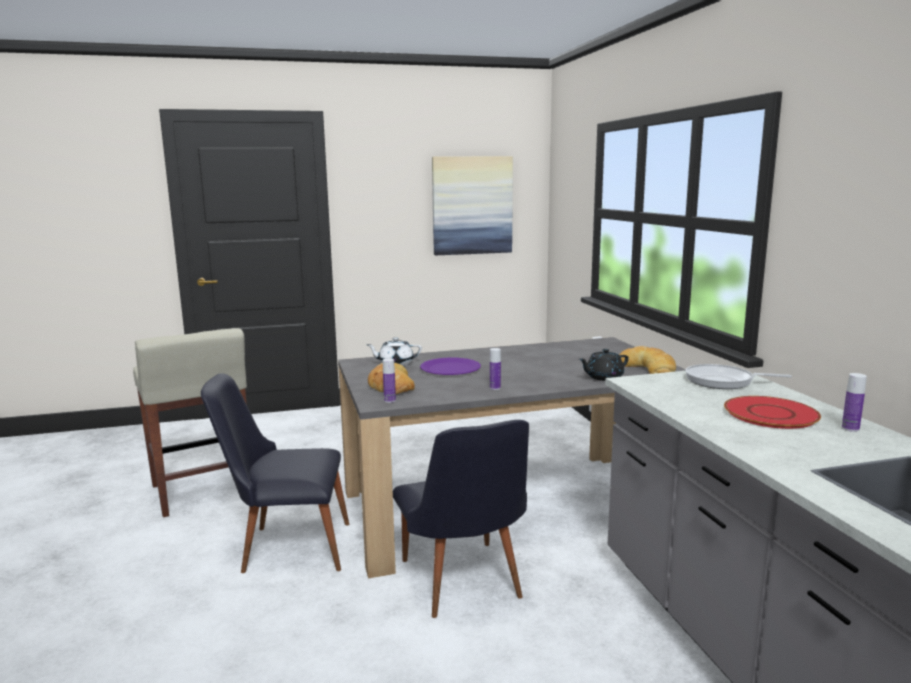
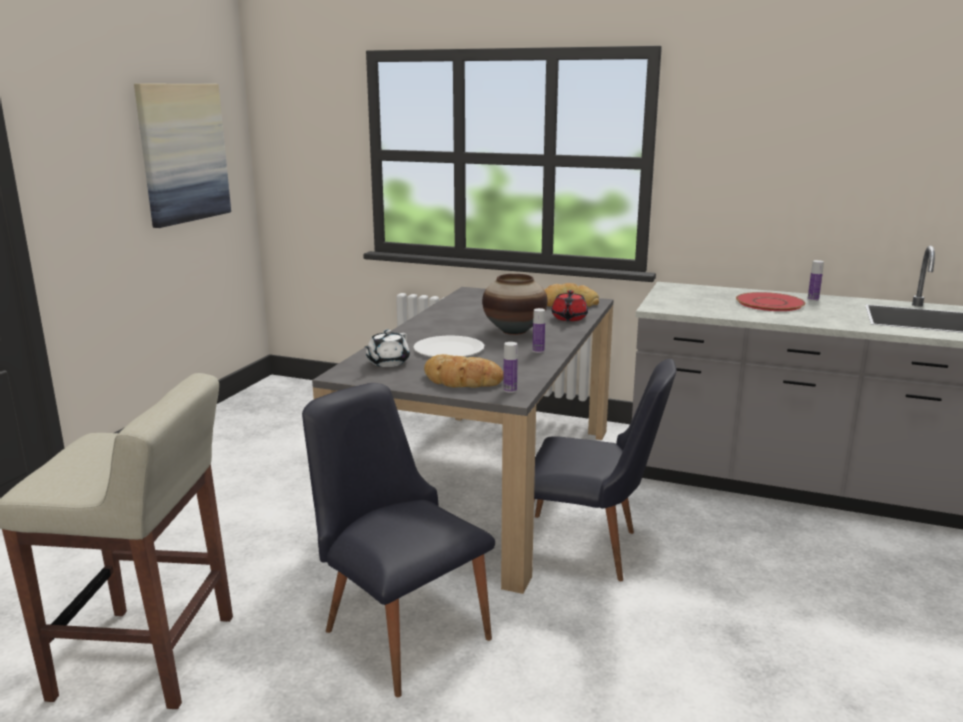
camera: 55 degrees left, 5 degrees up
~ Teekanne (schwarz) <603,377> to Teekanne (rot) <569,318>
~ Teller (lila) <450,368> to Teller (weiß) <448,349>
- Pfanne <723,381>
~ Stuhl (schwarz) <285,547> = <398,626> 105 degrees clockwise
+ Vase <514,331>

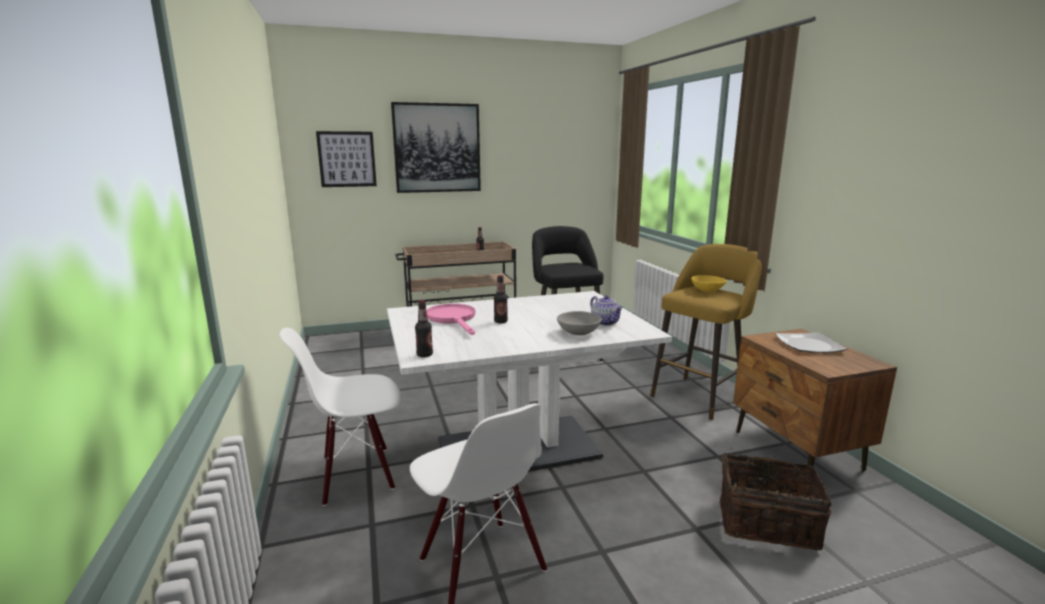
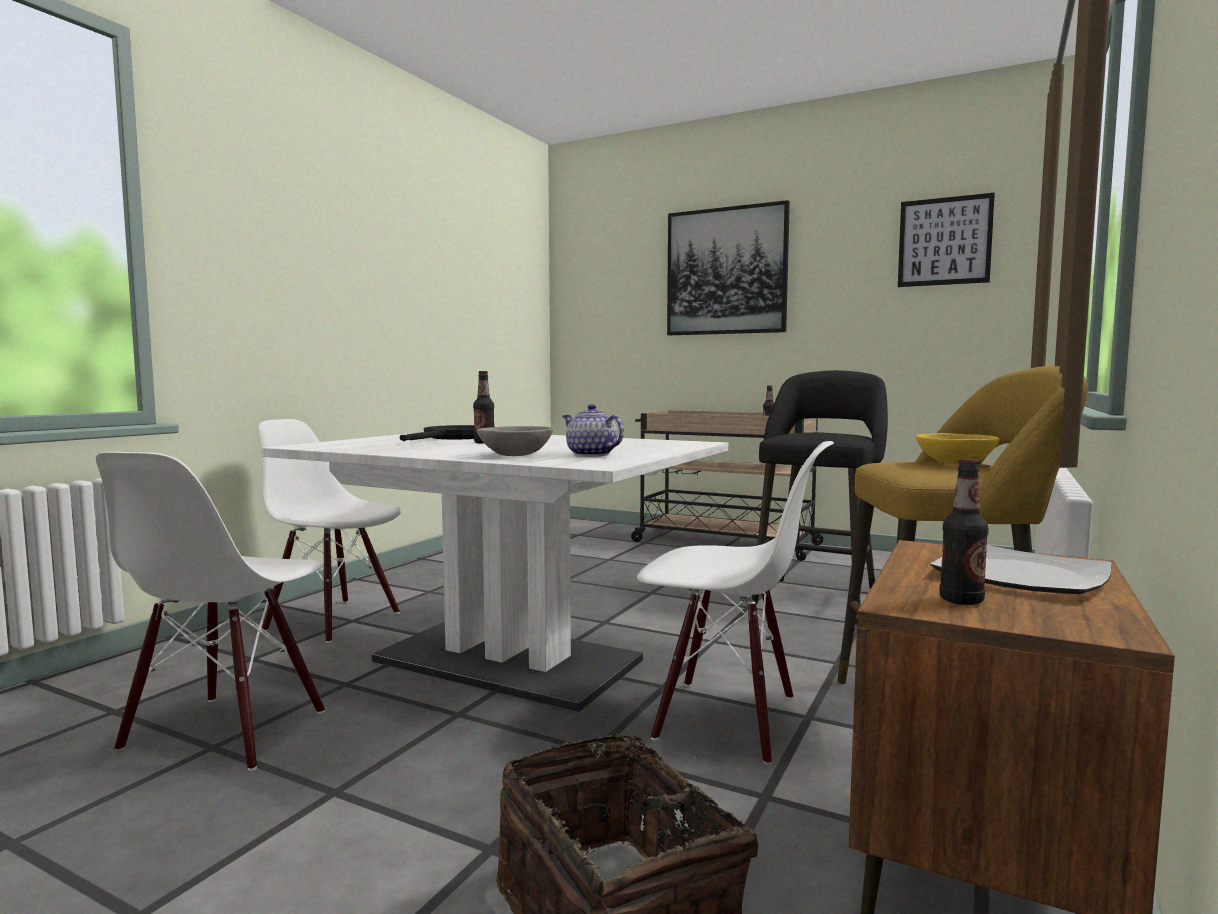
camera: 45 degrees right, 10 degrees down
~ Bild <347,159> to <944,241>
~ Teekanne <606,322> = <590,455> 120 degrees clockwise
~ Flasche <424,355> to <961,600>
~ Pfanne (rosa) <453,319> to Pfanne (schwarz) <454,438>
+ Stuhl (weiß) <726,718>

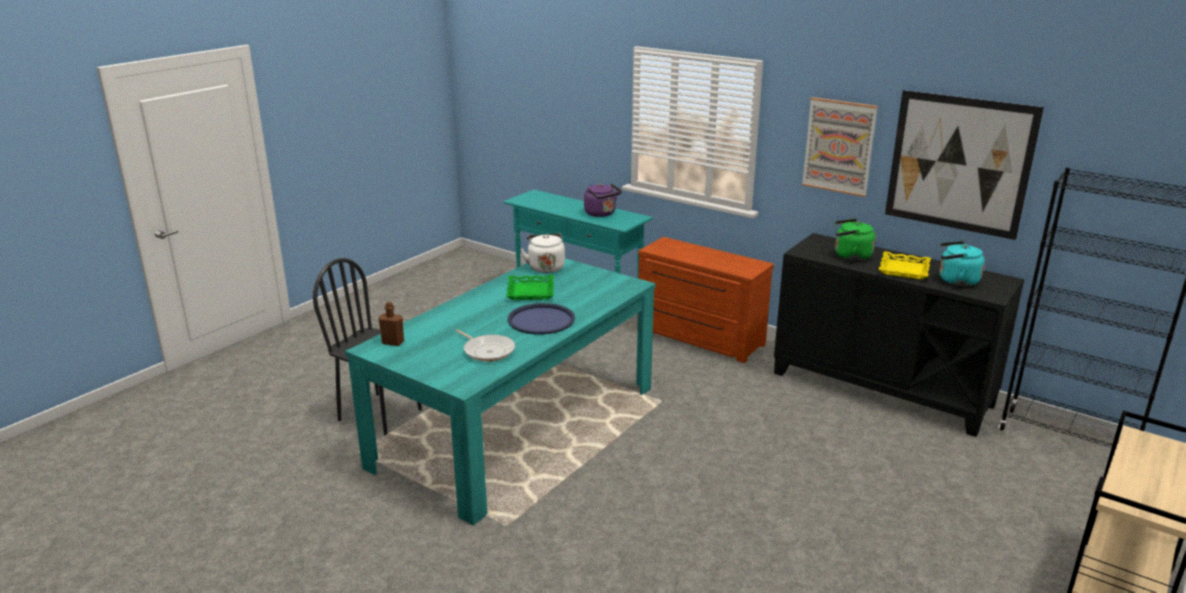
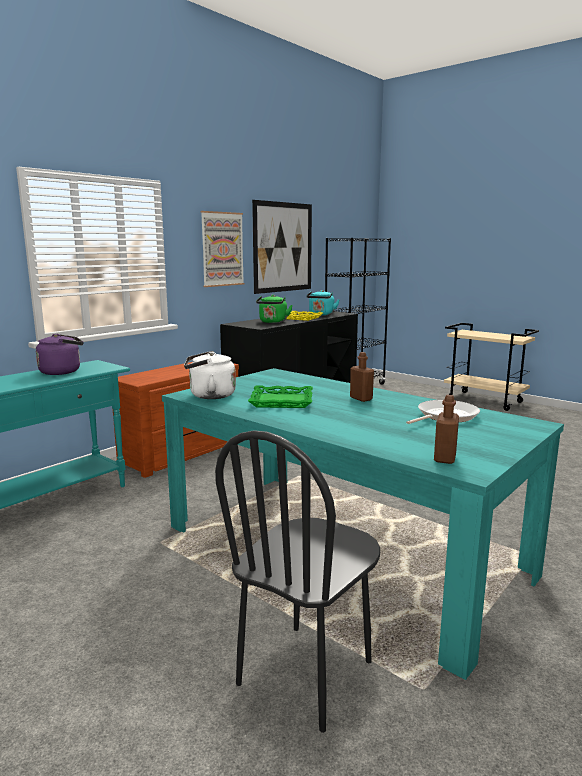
camera: 85 degrees left, 10 degrees down
~ Tablett (blau) <541,320> to Flasche (braun) <361,398>

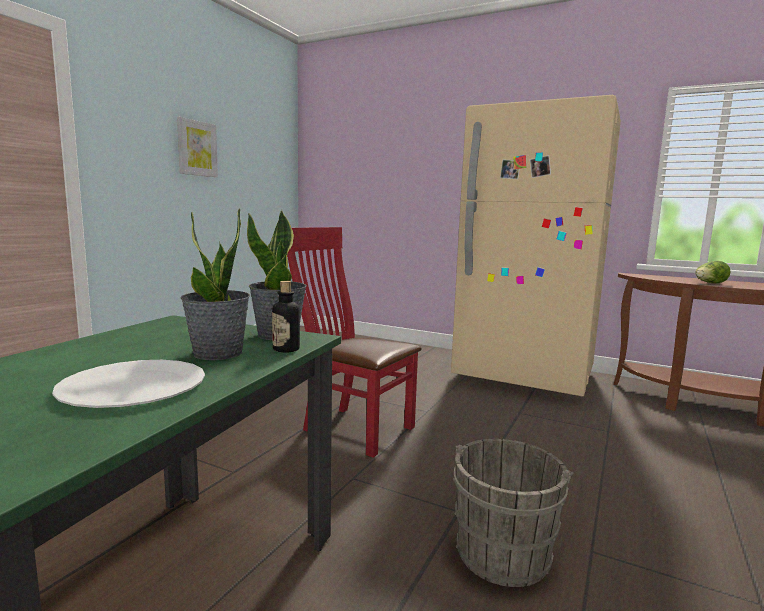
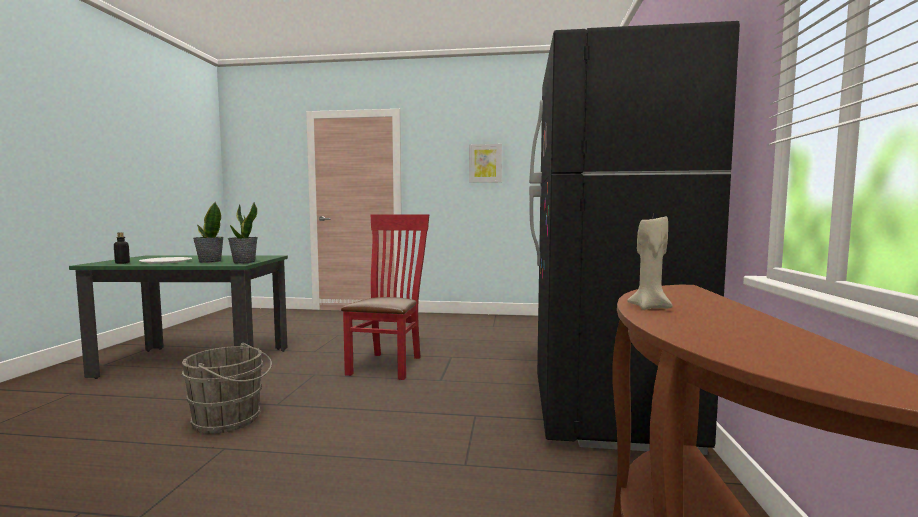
camera: 70 degrees right, 5 degrees down
~ Kühlschrank (beige) <524,376> to Kühlschrank (schwarz) <608,413>
~ Salatkopf <709,283> to Kerze (beige) <649,307>
~ Flasche <286,349> to <122,263>

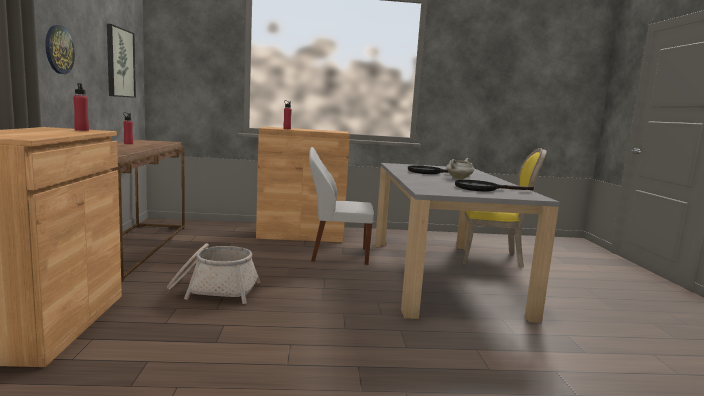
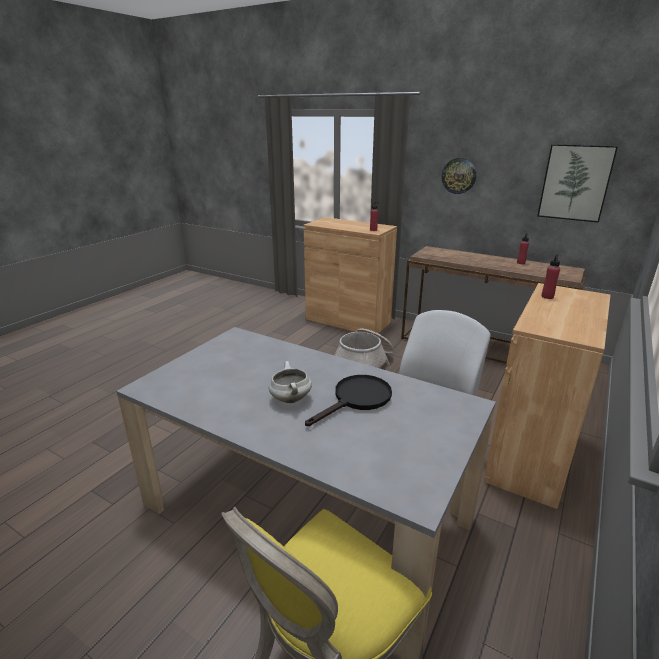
camera: 125 degrees right, 15 degrees up
- Pfanne (schwarz) <482,188>

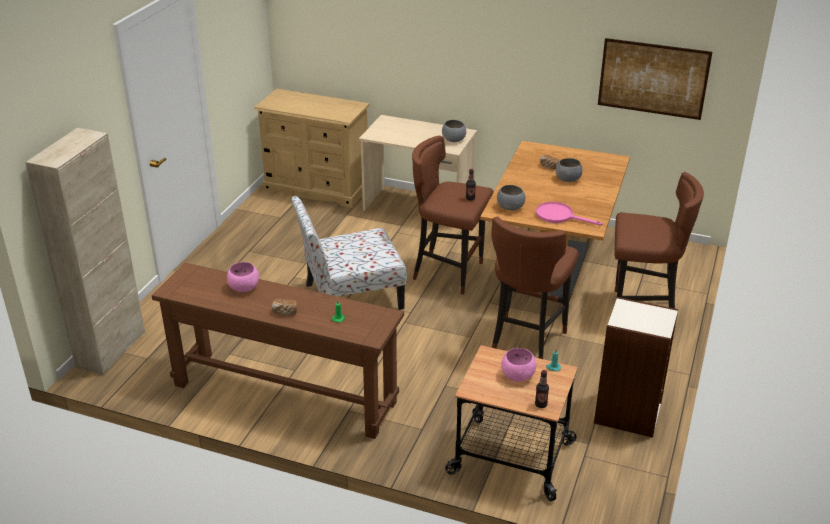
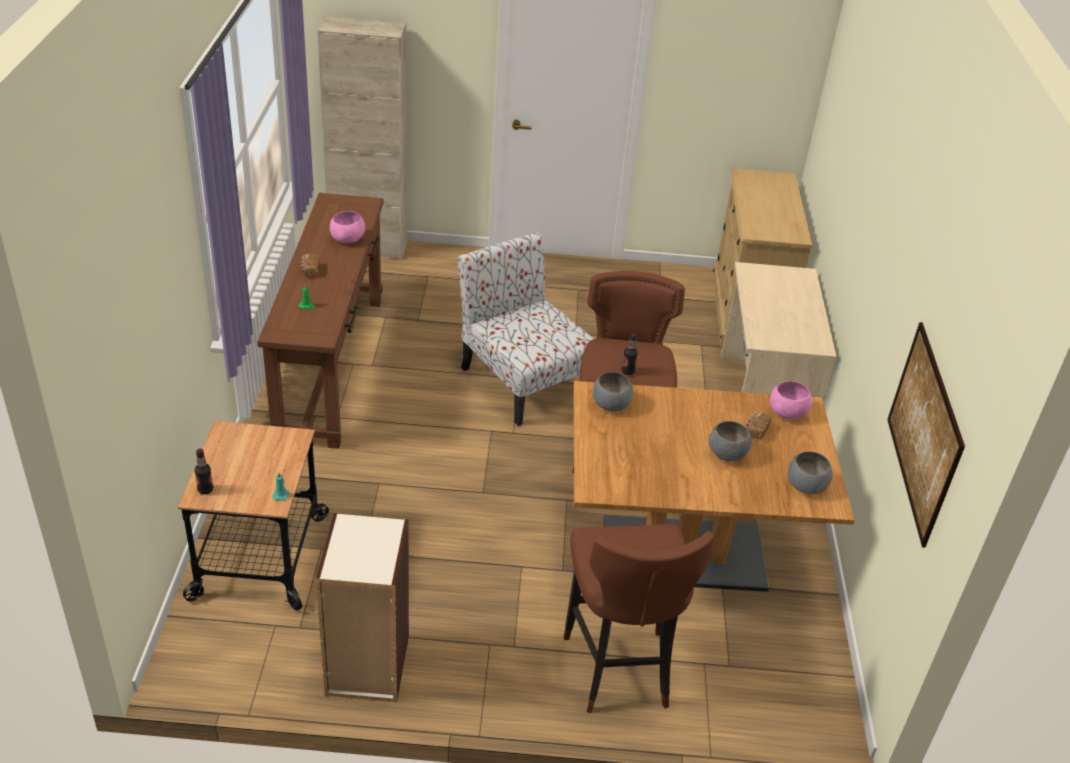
camera: 70 degrees right, 5 degrees up
~ Schüssel (grau) <454,140> to <805,486>
- Pfanne (rosa) <559,216>
- Hocker (braun) <526,340>
~ Schüssel (rosa) <517,375> to <786,412>

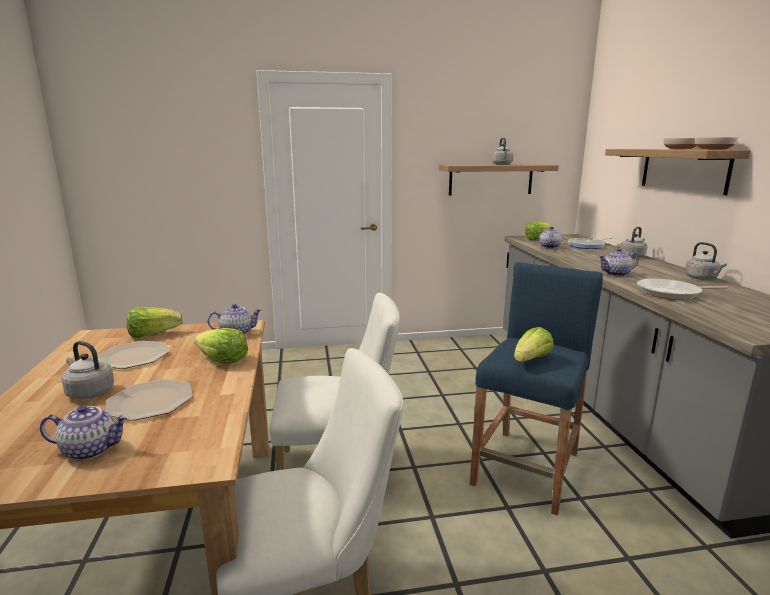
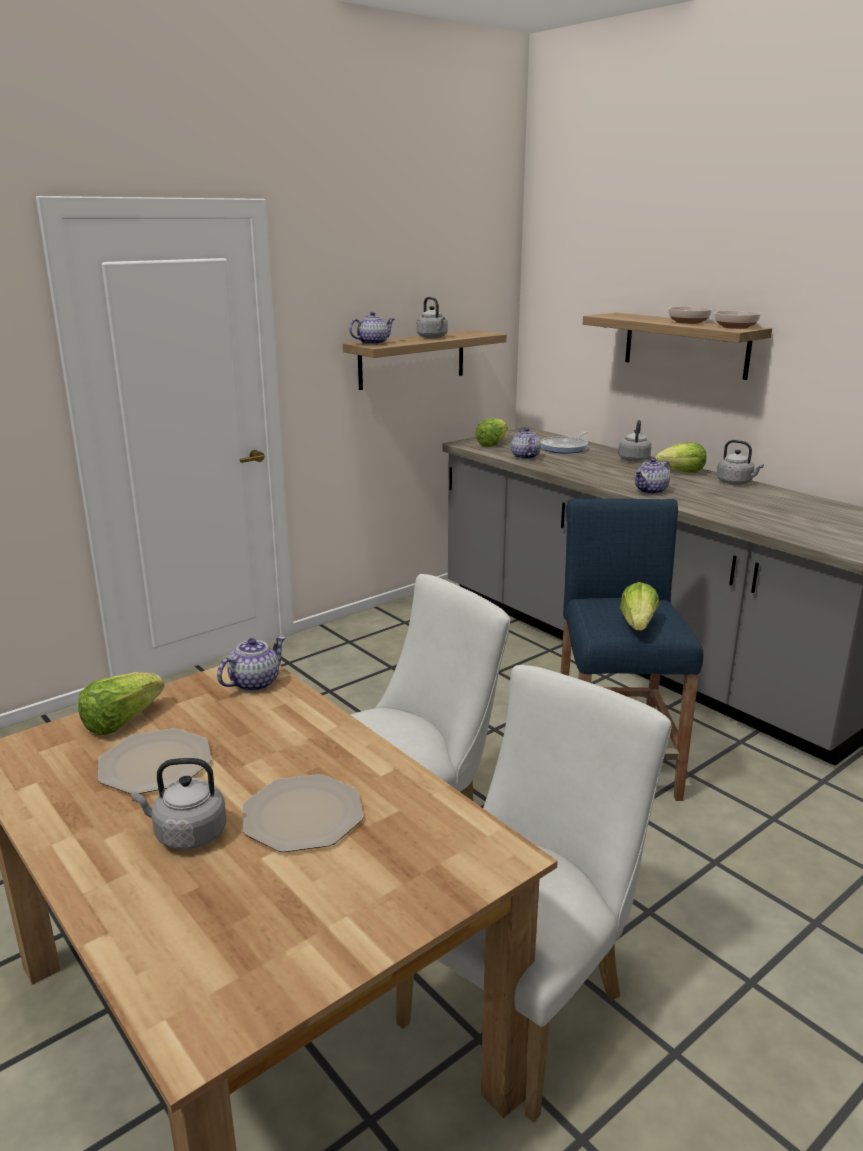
camera: 30 degrees left, 5 degrees up
- Pfanne <671,293>
~ Salatkopf <222,360> to <681,472>
~ Teekanne <91,449> to <372,343>

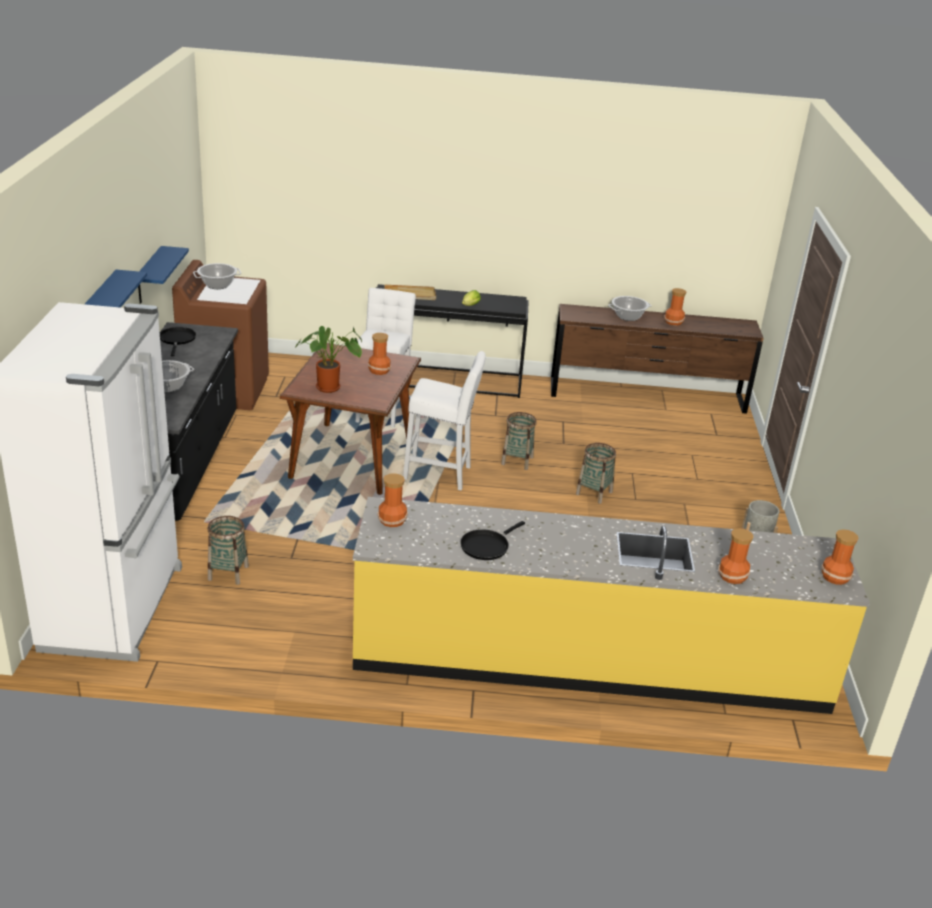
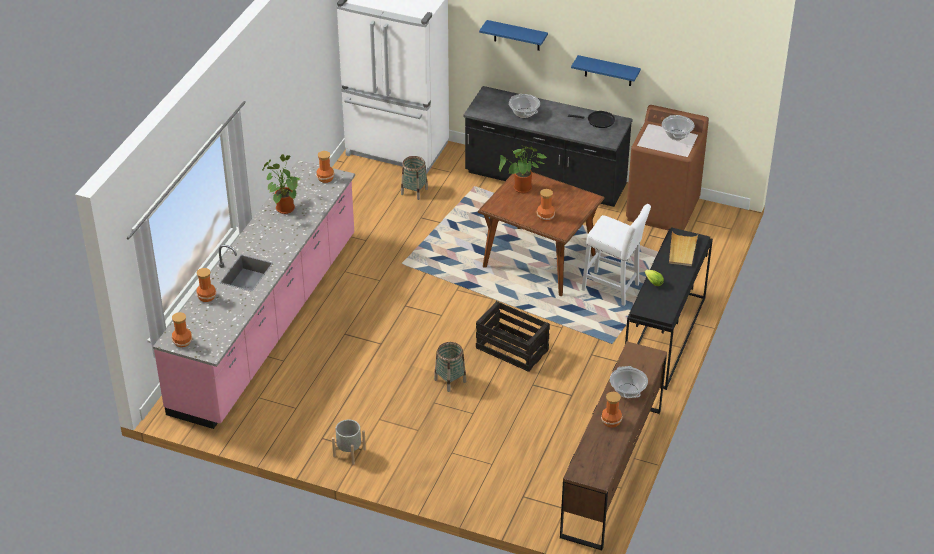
camera: 110 degrees right, 10 degrees up
- Hocker (weiß) <441,474>
~ Korb <517,461> to Kiste <511,349>
~ Küchenzeile (gelb) <589,658> to Küchenzeile (rosa) <267,322>
~ Pfanne (schwarz) <486,546> to Topfpflanze <283,208>

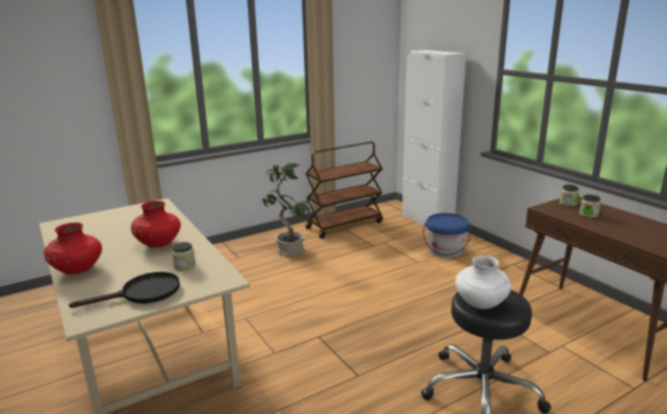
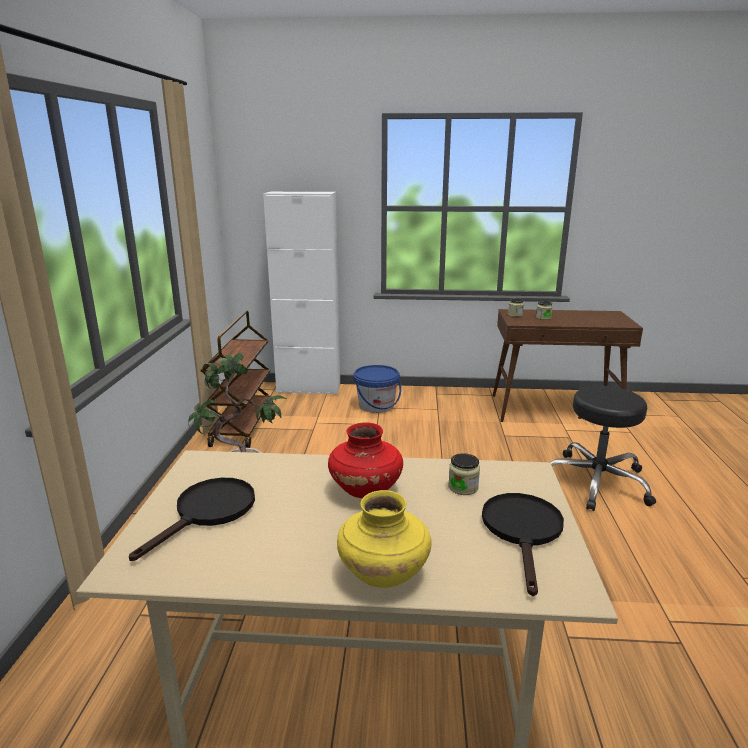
camera: 55 degrees left, 0 degrees up
~ Vase (rot) <78,270> to Vase (gelb) <383,573>
- Vase (weiß) <480,304>
+ Pfanne (schwarz) <208,512>

